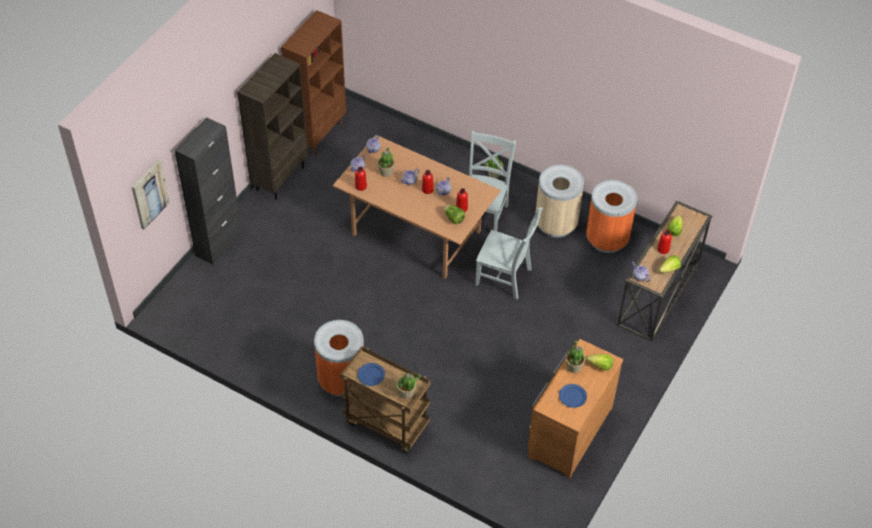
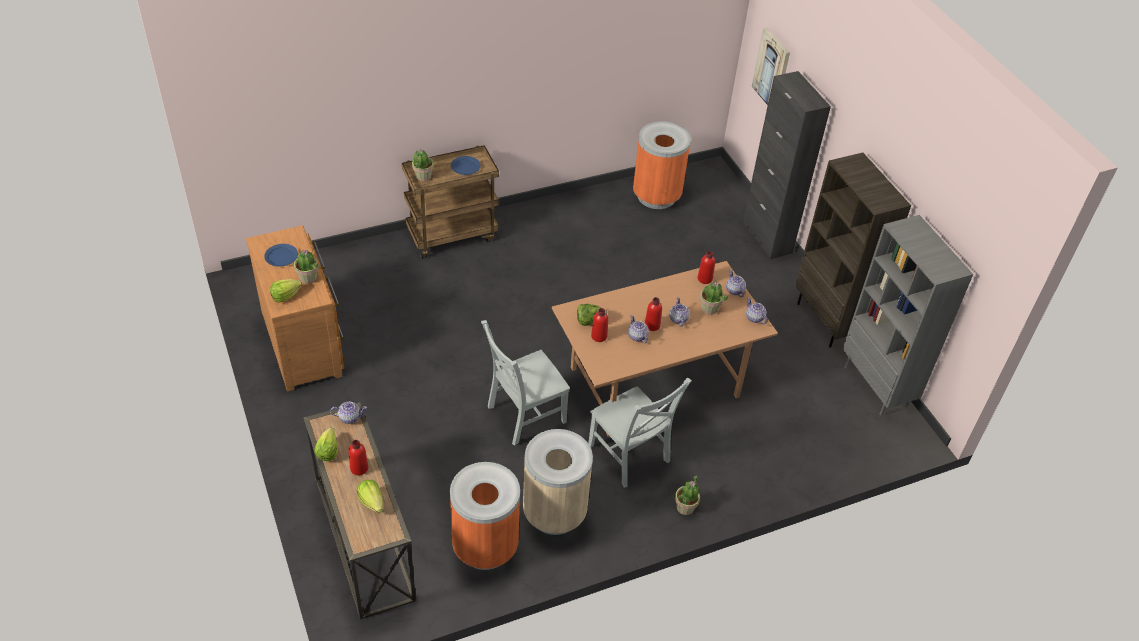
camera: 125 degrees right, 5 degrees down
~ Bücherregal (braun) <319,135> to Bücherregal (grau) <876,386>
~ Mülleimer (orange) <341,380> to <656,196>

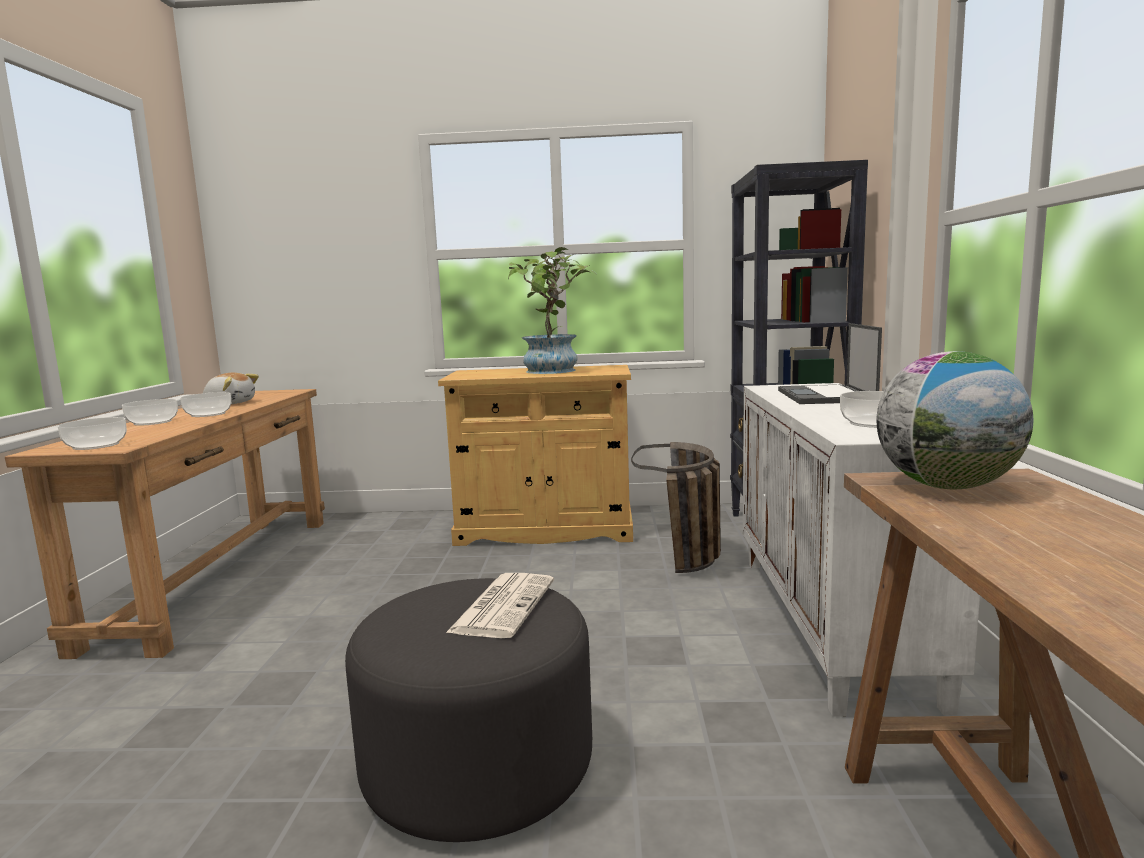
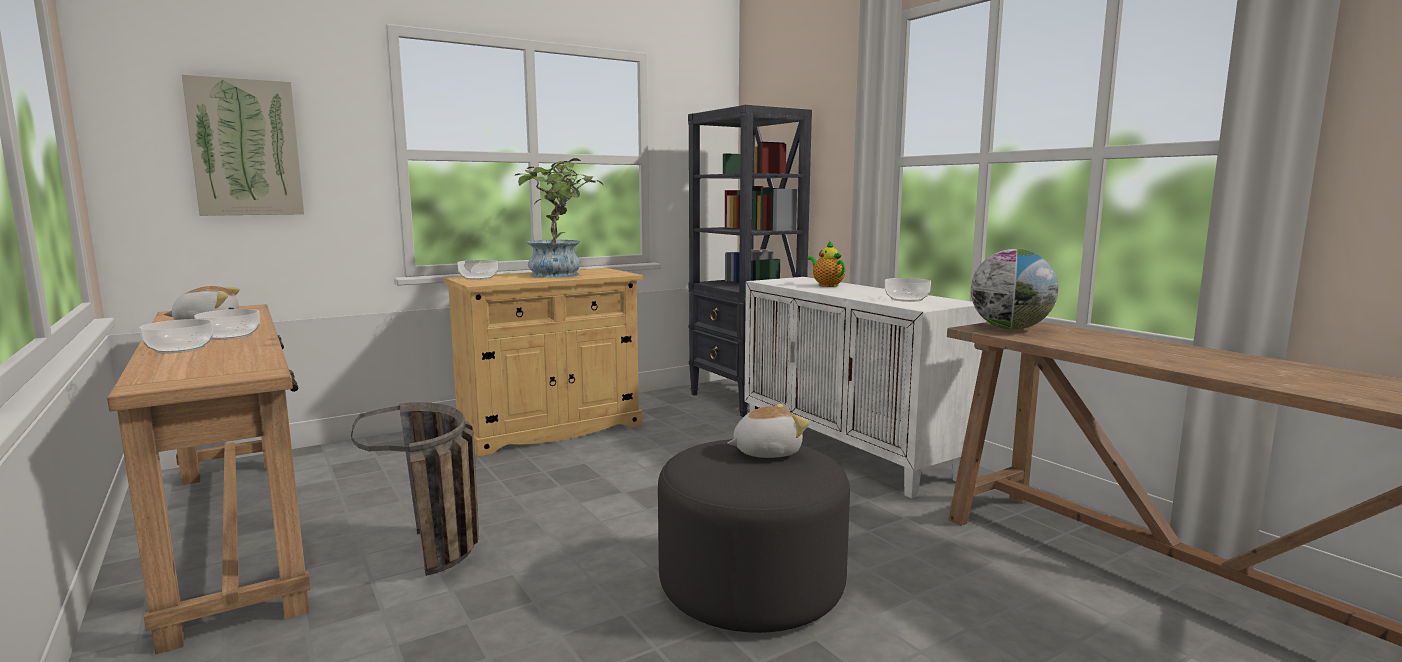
camera: 35 degrees left, 0 degrees up
~ Laptop <826,396> to Teekanne <826,285>
~ Schüssel <96,445> to <479,278>
~ Korb <688,565> to <440,560>
~ Zeitung <503,605> to Plüschtier <766,452>
+ Bild <245,148>

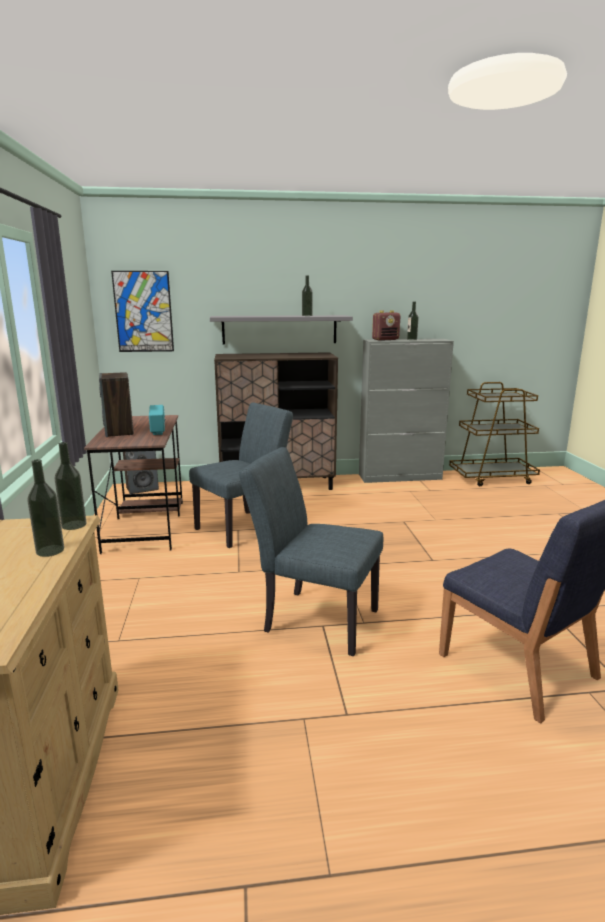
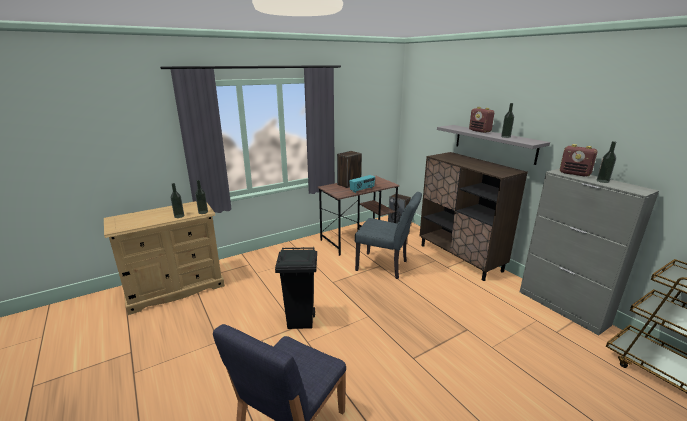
camera: 65 degrees right, 5 degrees up
- Bild <143,312>
~ Stuhl (grau) <313,618> to Mülleimer (schwarz) <301,321>
+ Radio <480,131>

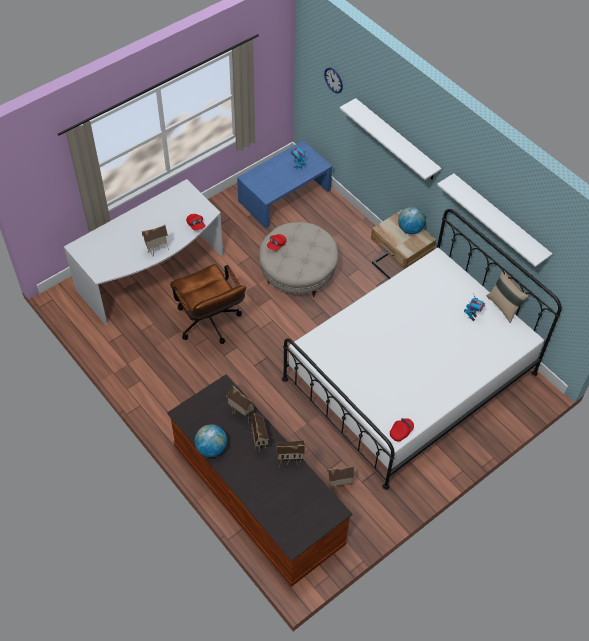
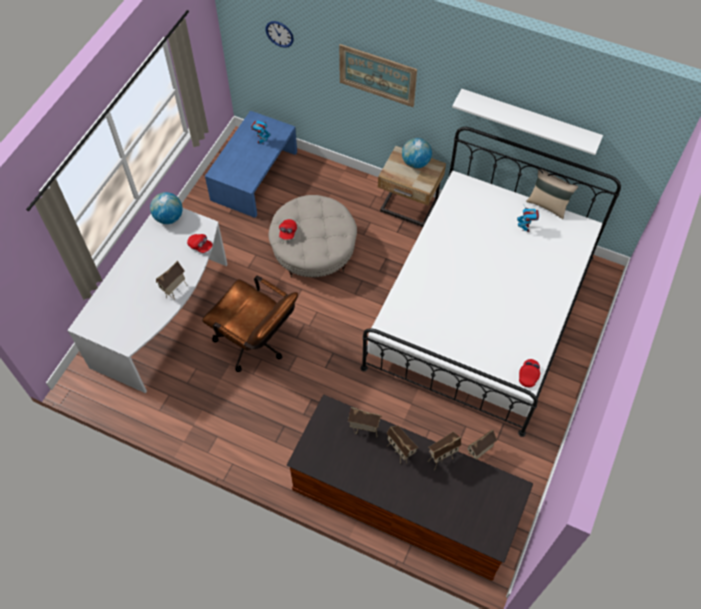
camera: 25 degrees left, 5 degrees up
~ Wandregal (weiß) <396,140> to Bild <377,75>
~ Globus <211,448> to <169,217>

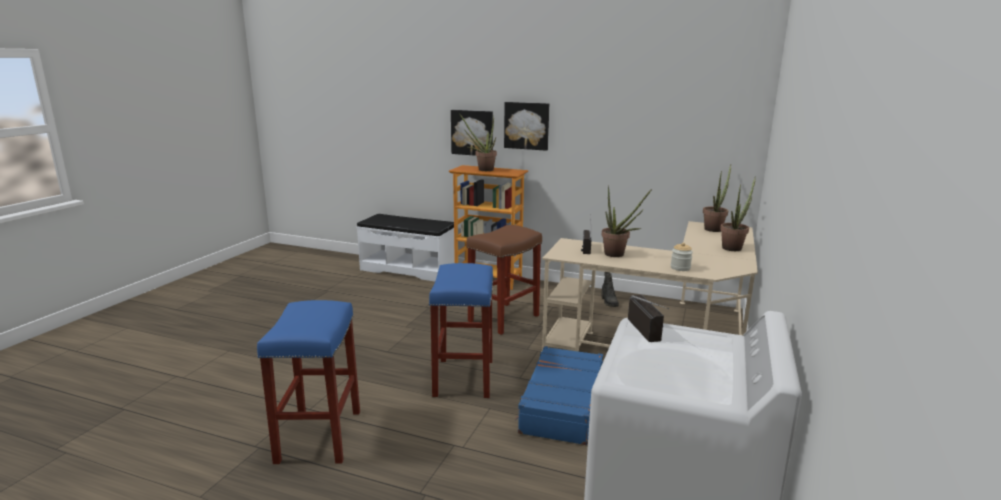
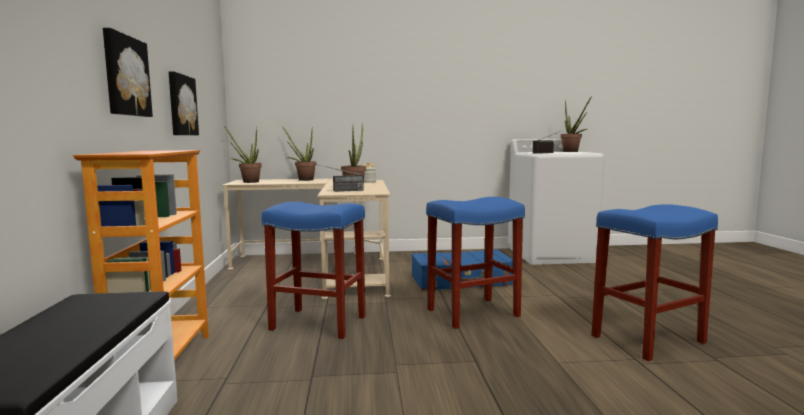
camera: 115 degrees left, 10 degrees down
~ Bild <472,132> to <181,105>
~ Topfpflanze <482,169> to <572,151>
~ Hocker (braun) <504,318> to Hocker (blau) <317,323>
- Stiefel (schwarz) <609,302>

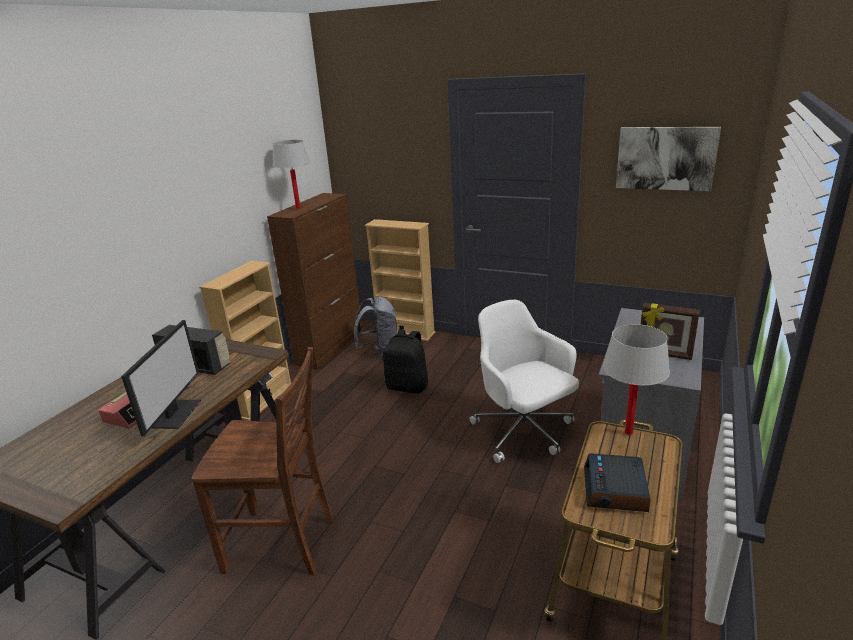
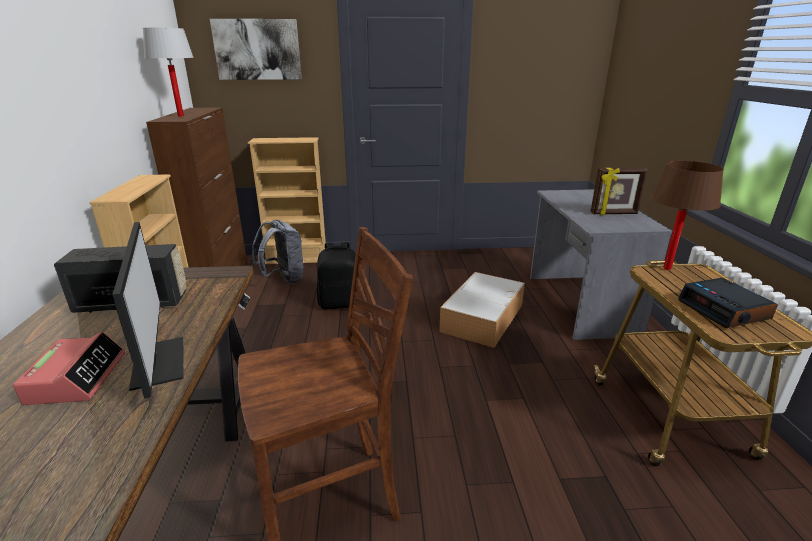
camera: 30 degrees left, 0 degrees up
~ Bild <665,158> to <257,49>
~ Bürostuhl (weiß) <524,432> to Aufbewahrungsbox <482,317>
~ Tischlampe (weiß) <628,432> to Tischlampe (braun) <667,268>

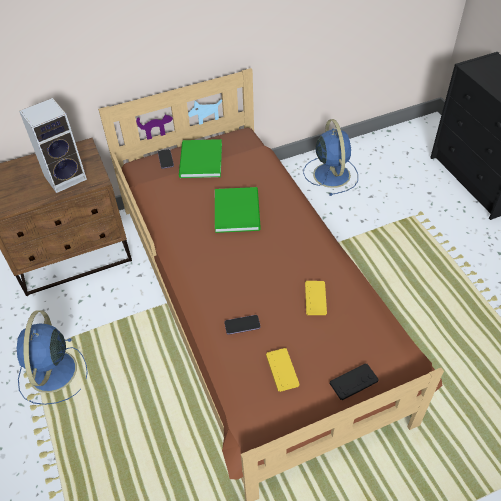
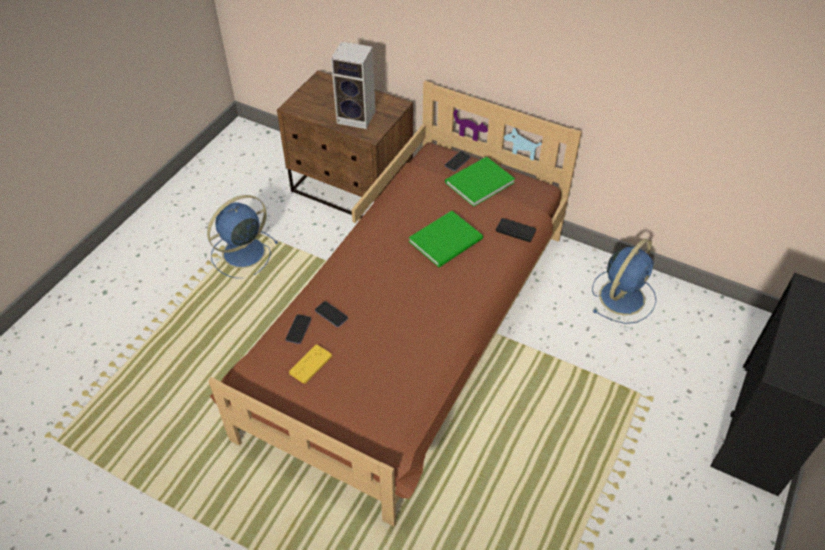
camera: 50 degrees right, 0 degrees up
- Gamepad (gelb) <315,298>
~ Gamepad (schwarz) <353,382> to <515,230>
+ Handy <298,330>

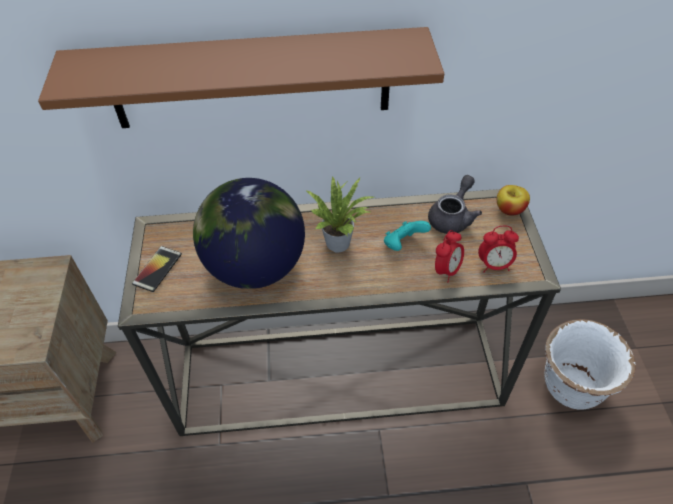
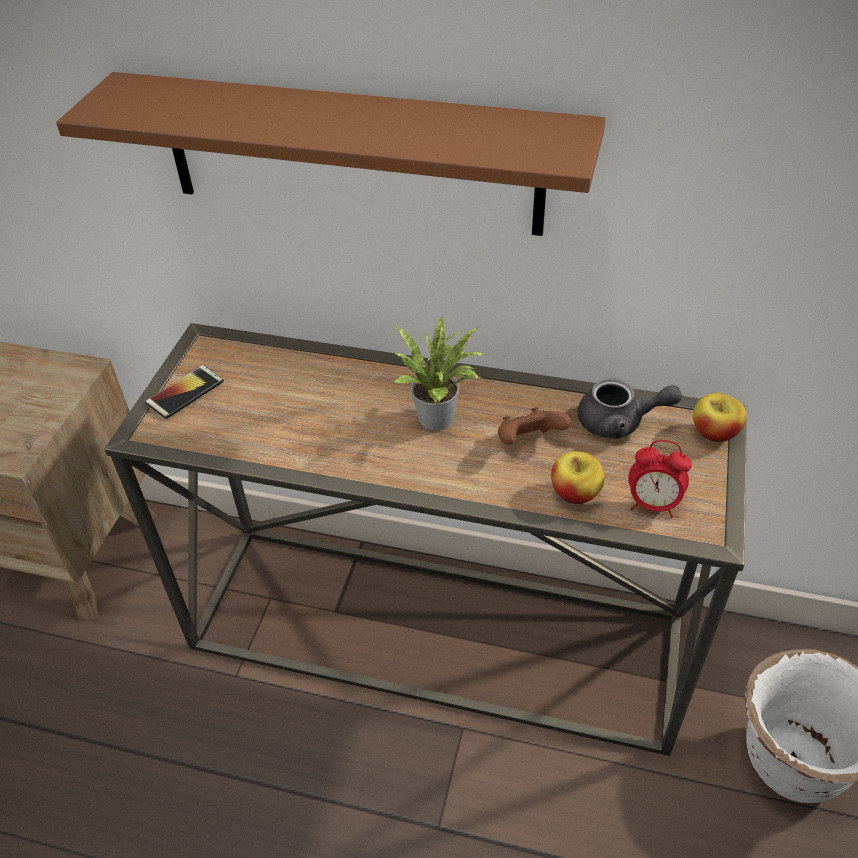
camera: 20 degrees right, 5 degrees down
~ Teekanne (grau) <452,217> = <619,422> 45 degrees clockwise
- Globus <256,267>
~ Gamepad (türkis) <403,244> to Gamepad (braun) <528,442>
~ Wecker <446,270> to Apfel <575,493>

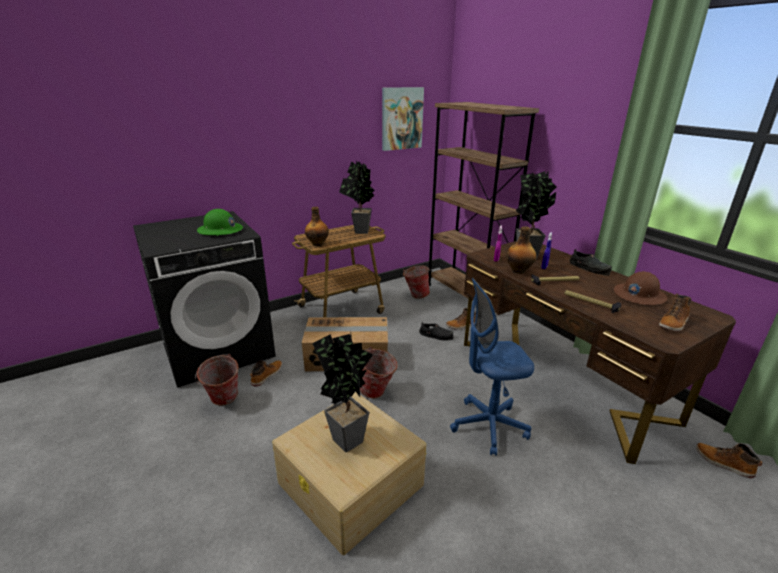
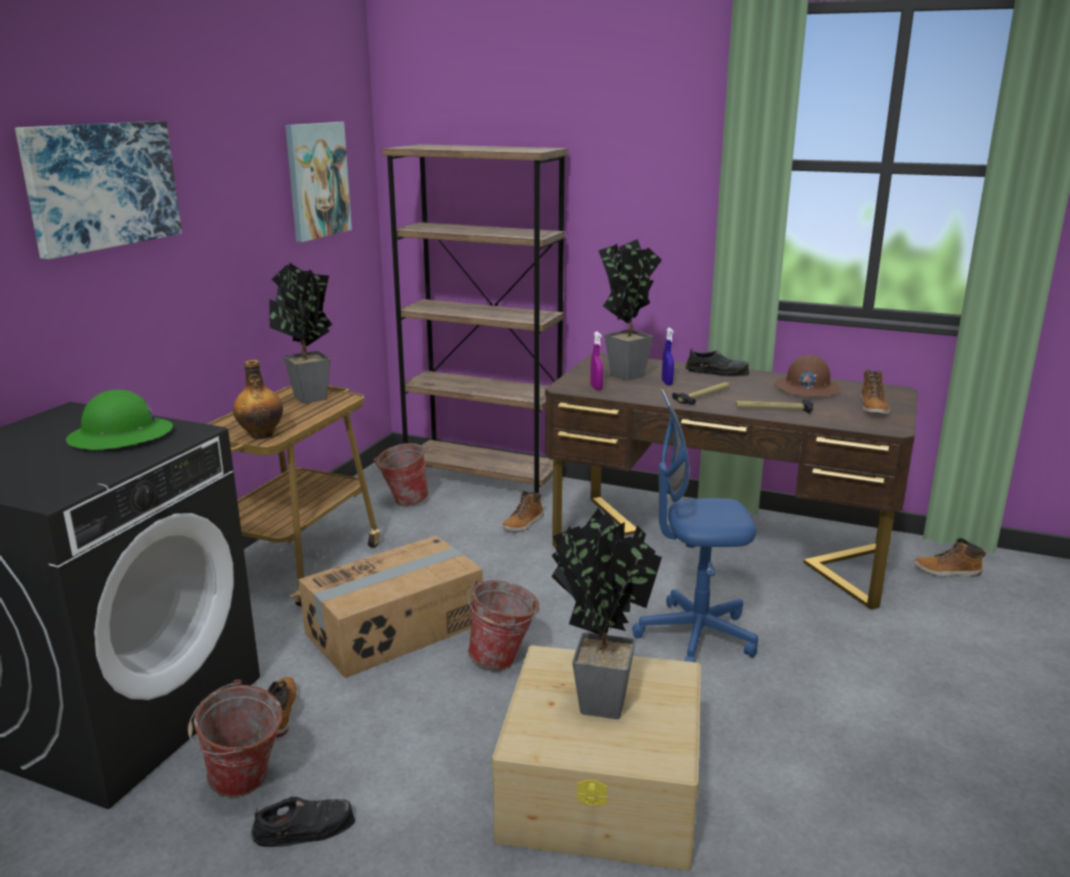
camera: 35 degrees left, 5 degrees down
- Flasche <519,271>
~ Bürostuhl (blau) <488,426> = <695,636> 45 degrees clockwise
~ Schuh (schwarz) <436,335> to <305,828>
+ Bild <101,185>

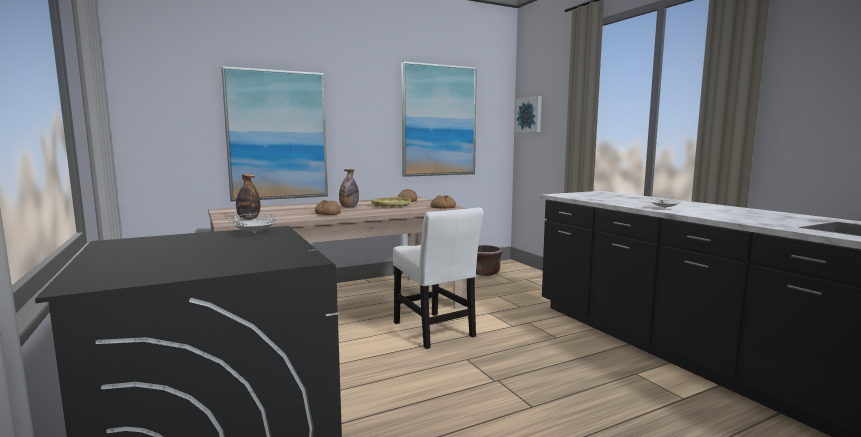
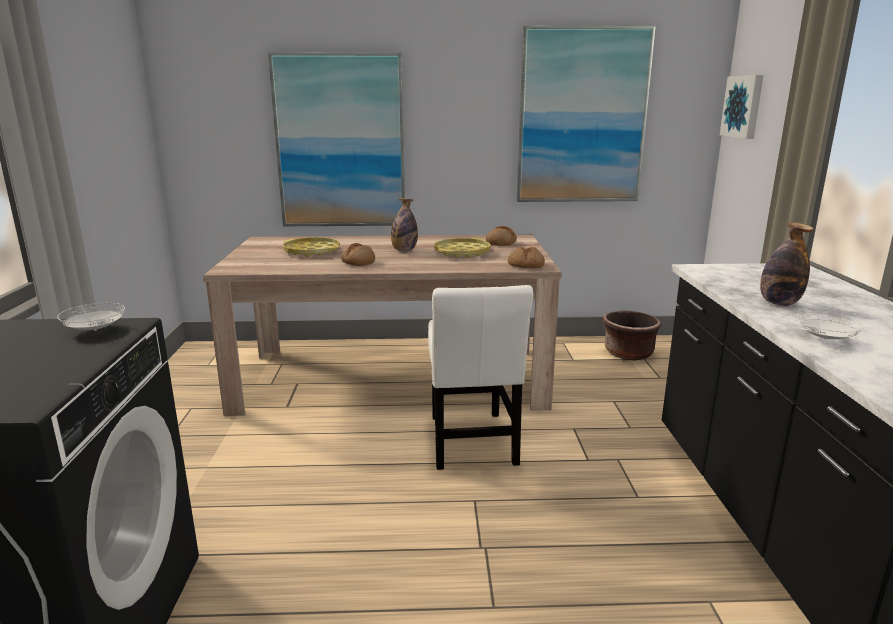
camera: 25 degrees right, 10 degrees up
~ Flasche <248,218> to <779,303>
+ Tablett (gelb) <311,251>

